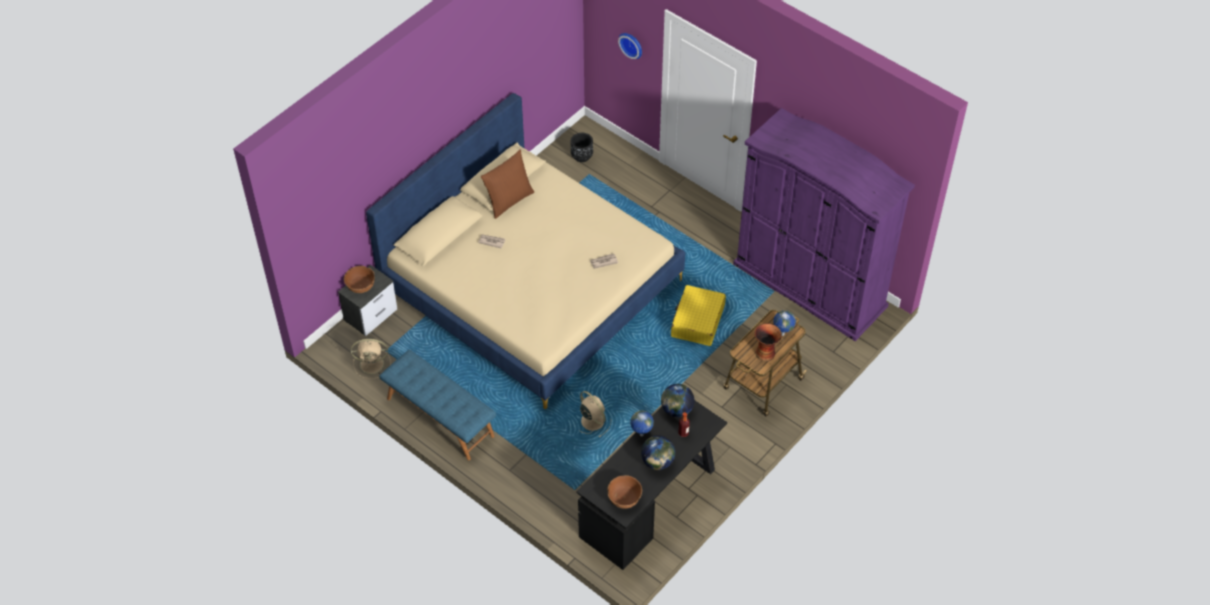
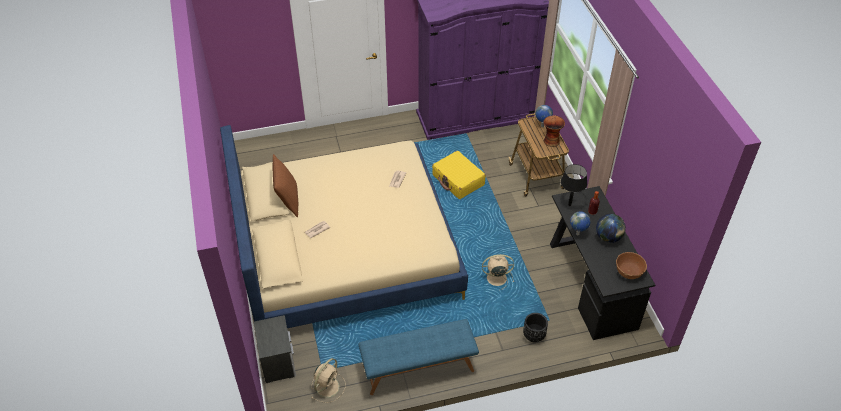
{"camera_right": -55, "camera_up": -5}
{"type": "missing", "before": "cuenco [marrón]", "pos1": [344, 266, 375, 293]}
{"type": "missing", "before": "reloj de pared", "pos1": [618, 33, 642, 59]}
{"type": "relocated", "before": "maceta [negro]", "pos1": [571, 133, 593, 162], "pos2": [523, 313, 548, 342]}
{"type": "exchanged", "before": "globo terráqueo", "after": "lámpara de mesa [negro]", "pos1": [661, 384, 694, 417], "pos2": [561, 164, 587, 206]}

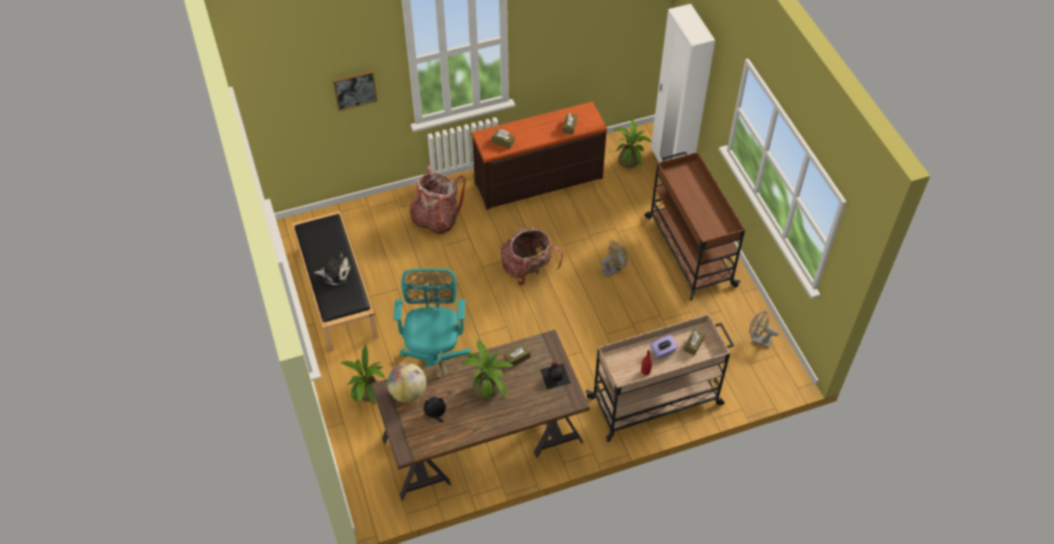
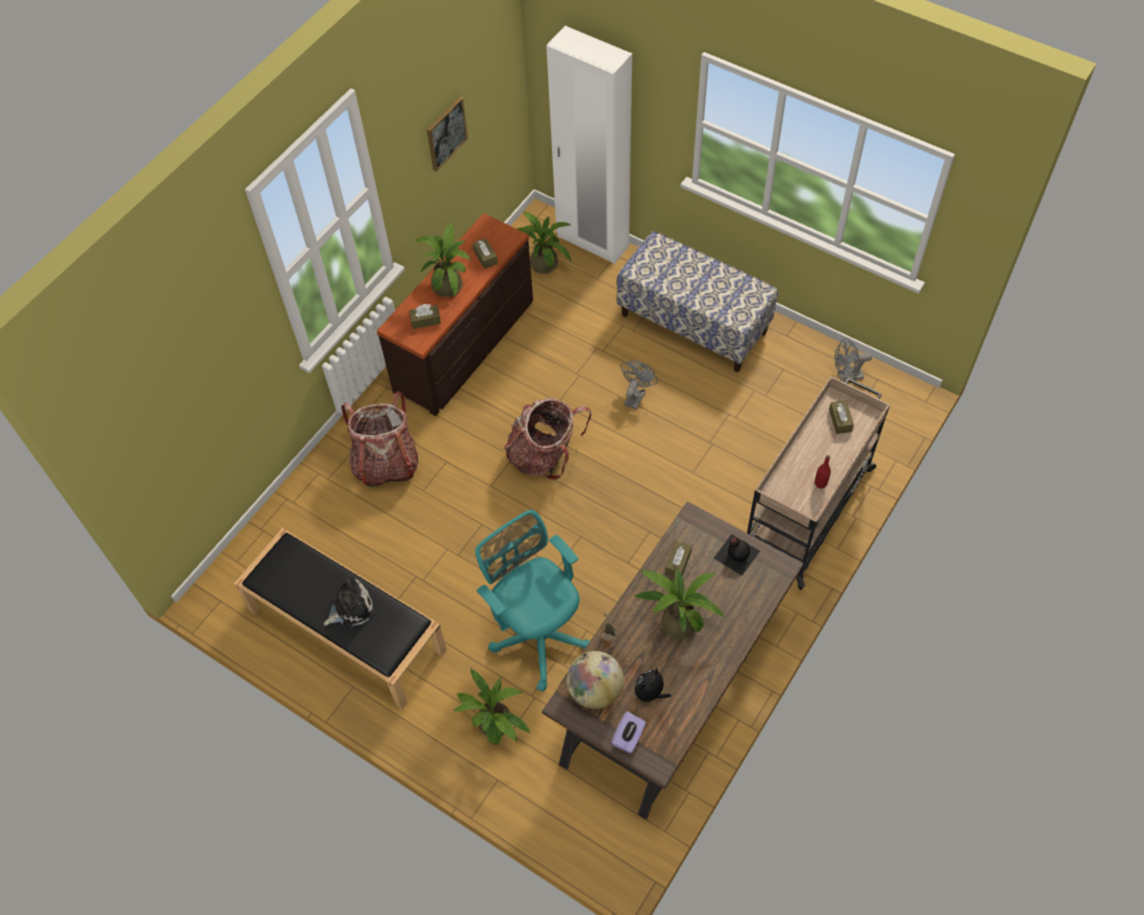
{"camera_right": -35, "camera_up": 5}
{"type": "appeared", "after": "planta en maceta", "pos2": [416, 223, 471, 297]}
{"type": "relocated", "before": "cuadro", "pos1": [333, 70, 378, 111], "pos2": [427, 96, 468, 172]}
{"type": "relocated", "before": "caja de pañuelos [morado]", "pos1": [650, 335, 678, 359], "pos2": [611, 711, 646, 753]}
{"type": "exchanged", "before": "carrito [marrón]", "after": "banco", "pos1": [645, 151, 745, 300], "pos2": [617, 231, 778, 372]}

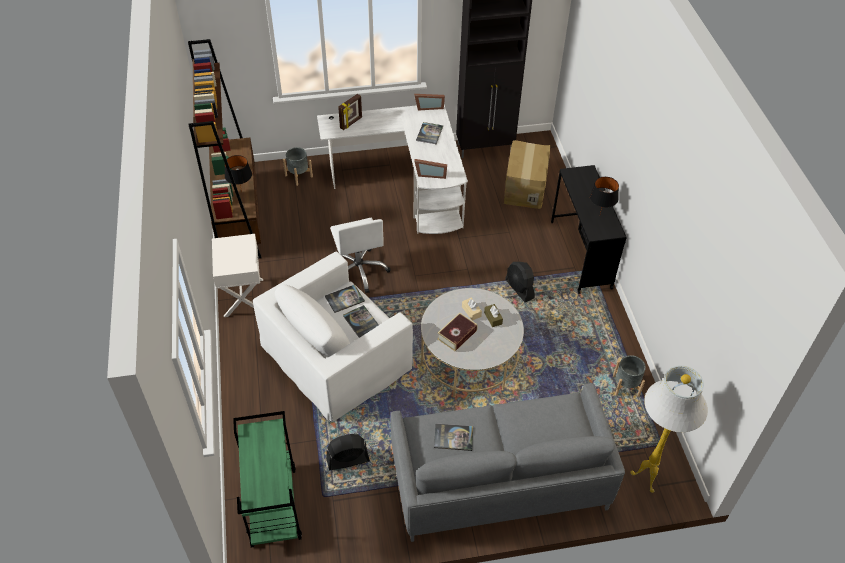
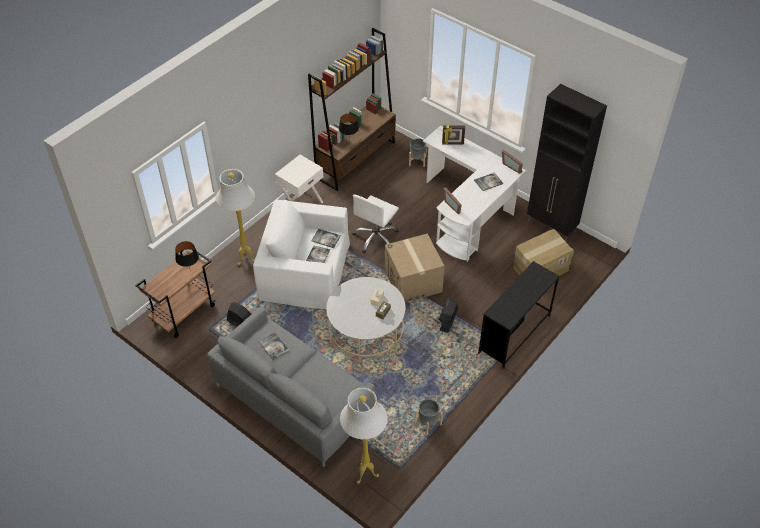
{"camera_right": 50, "camera_up": 0}
{"type": "missing", "before": "libro", "pos1": [438, 313, 478, 351]}
{"type": "appeared", "after": "lámpara de pie [blanco]", "pos2": [216, 169, 255, 265]}
{"type": "appeared", "after": "caja de cartón", "pos2": [385, 234, 445, 302]}
{"type": "relocated", "before": "lámpara de mesa [negro]", "pos1": [590, 177, 619, 214], "pos2": [175, 241, 199, 268]}
{"type": "colour", "before": "carrito [verde]", "after": "carrito [marrón]", "pos1": [233, 411, 302, 548], "pos2": [136, 250, 215, 338]}

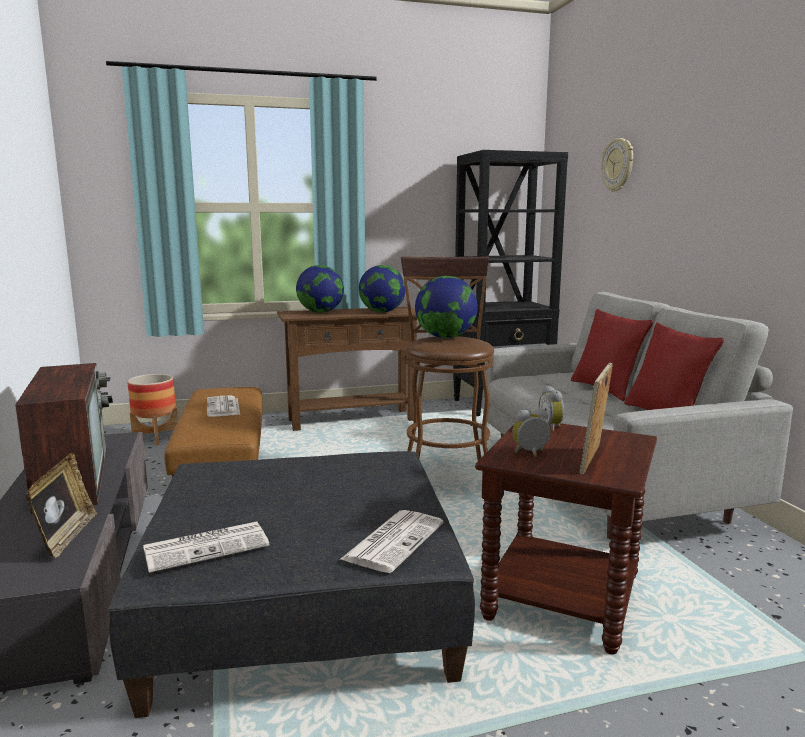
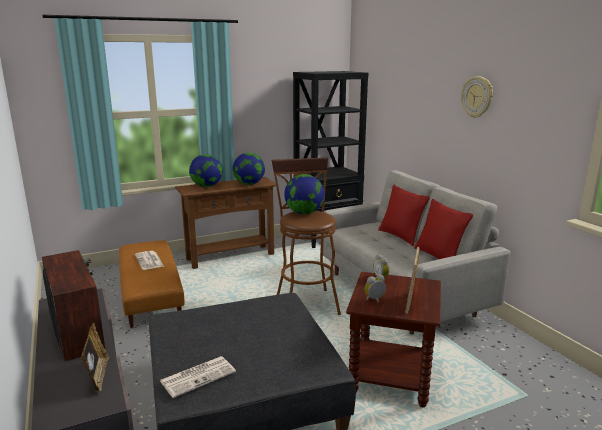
{"camera_right": -10, "camera_up": 5}
{"type": "missing", "before": "maceta", "pos1": [127, 374, 178, 445]}
{"type": "missing", "before": "periódico", "pos1": [339, 510, 443, 573]}
{"type": "relocated", "before": "reloj de pared", "pos1": [601, 138, 633, 192], "pos2": [461, 76, 493, 118]}

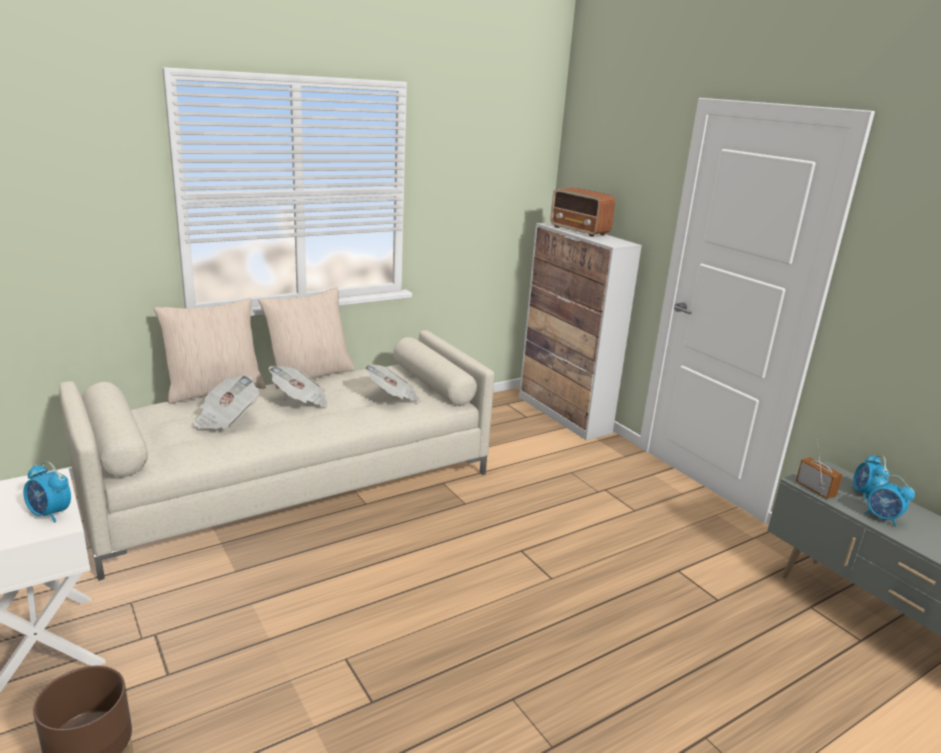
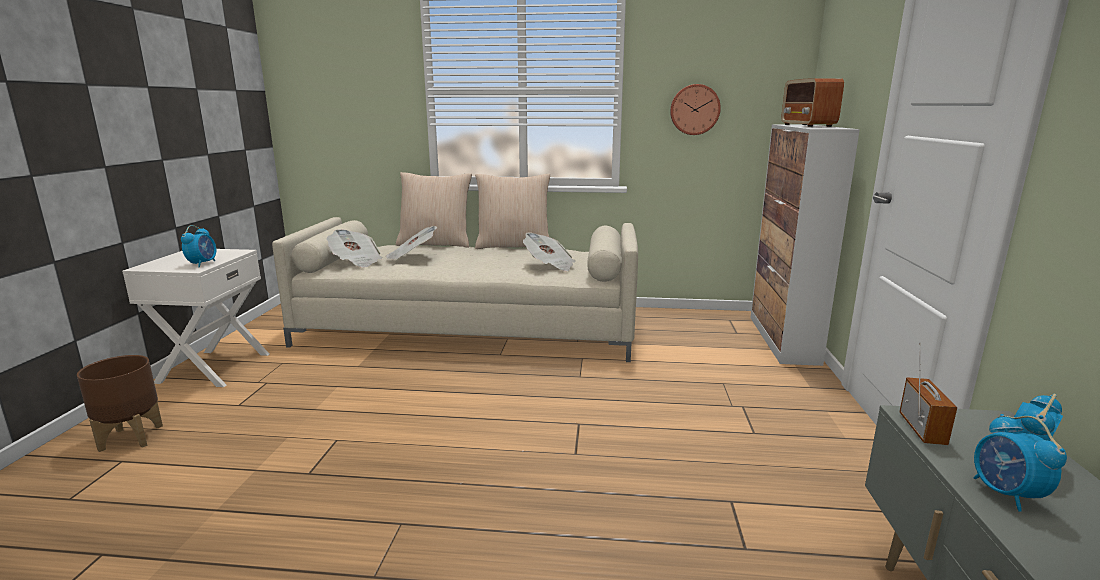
{"camera_right": 40, "camera_up": -5}
{"type": "appeared", "after": "reloj de pared", "pos2": [670, 84, 721, 135]}
{"type": "relocated", "before": "periódico", "pos1": [268, 366, 328, 407], "pos2": [326, 229, 383, 268]}
{"type": "spun", "before": "despertador", "pos1": [23, 462, 71, 522], "pos2": [181, 225, 216, 267], "turn": -150}

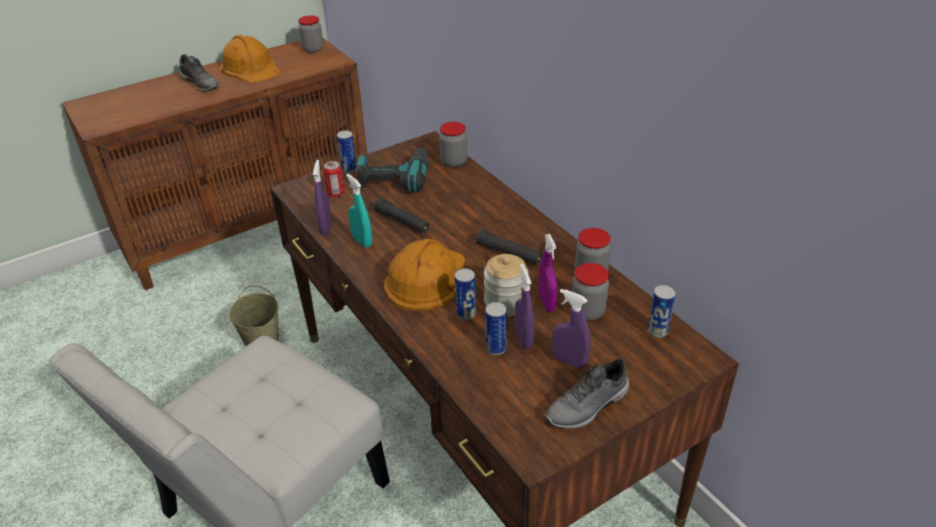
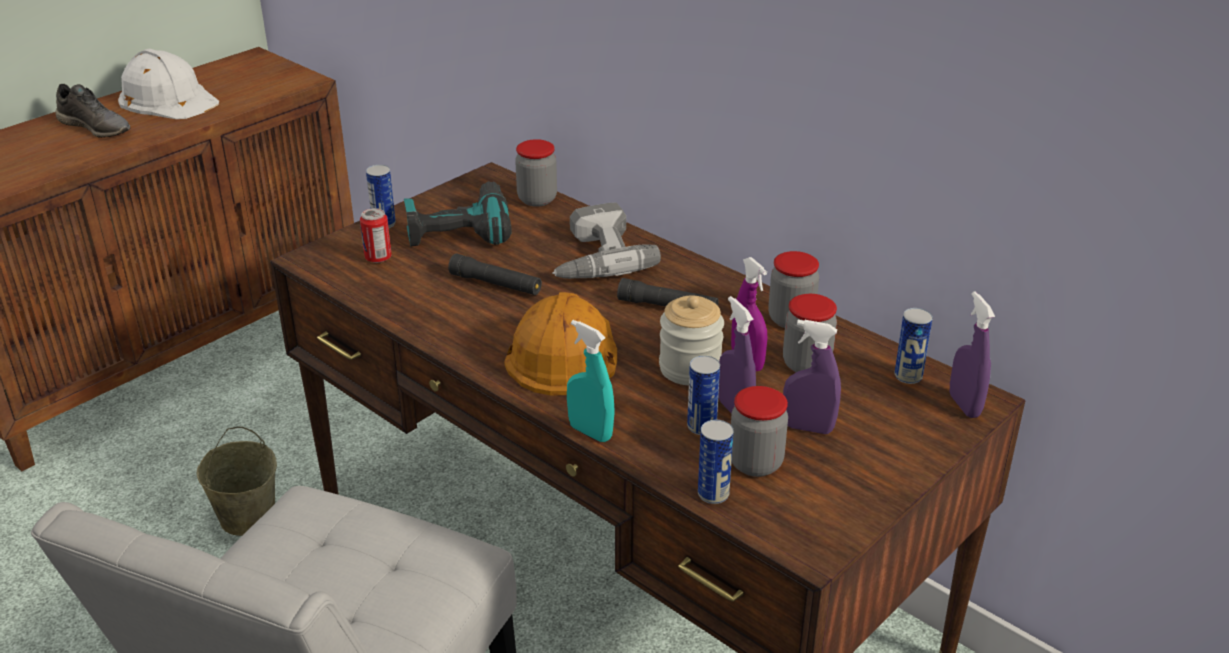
{"camera_right": -15, "camera_up": -5}
{"type": "missing", "before": "zapato [gris]", "pos1": [544, 359, 629, 429]}
{"type": "appeared", "after": "taladro", "pos2": [552, 203, 661, 279]}
{"type": "relocated", "before": "tarro", "pos1": [298, 15, 323, 53], "pos2": [731, 386, 788, 477]}
{"type": "relocated", "before": "pulverizador [morado]", "pos1": [313, 160, 332, 235], "pos2": [950, 291, 995, 418]}
{"type": "relocated", "before": "pulverizador [turquesa]", "pos1": [346, 174, 372, 248], "pos2": [567, 320, 615, 442]}
{"type": "relocated", "before": "lata", "pos1": [455, 268, 476, 320], "pos2": [698, 420, 734, 504]}
{"type": "colour", "before": "casco [naranja]", "after": "casco [blanco]", "pos1": [220, 35, 280, 83], "pos2": [118, 49, 219, 119]}

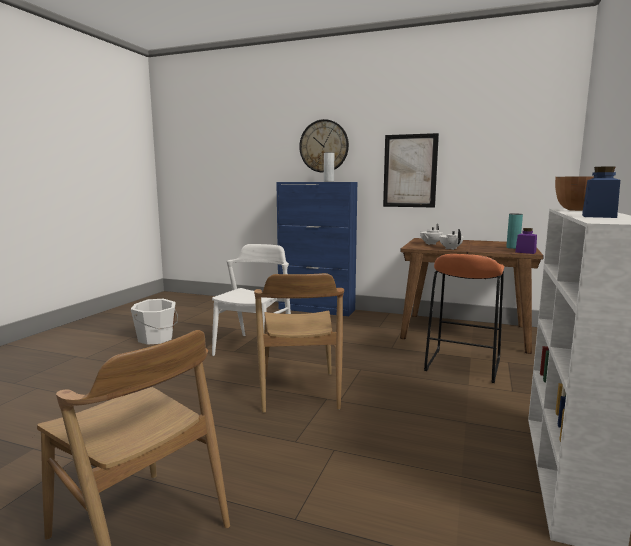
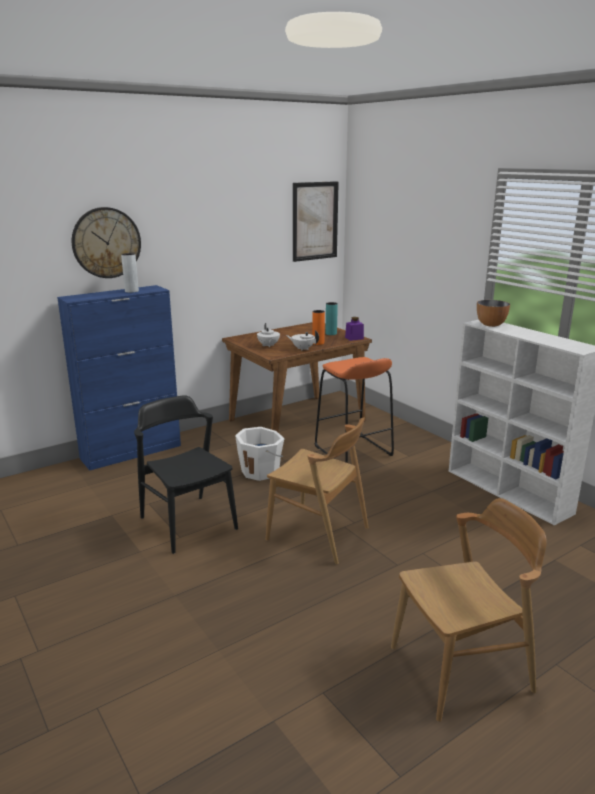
{"camera_right": -55, "camera_up": 10}
{"type": "missing", "before": "tarro [azul]", "pos1": [582, 166, 620, 218]}
{"type": "appeared", "after": "florero [naranja]", "pos2": [312, 310, 325, 345]}
{"type": "relocated", "before": "cubo [blanco]", "pos1": [131, 299, 178, 345], "pos2": [235, 427, 285, 481]}
{"type": "relocated", "before": "cuadro", "pos1": [383, 133, 439, 208], "pos2": [293, 181, 339, 262]}
{"type": "colour", "before": "silla [blanco]", "after": "silla [negro]", "pos1": [212, 244, 291, 356], "pos2": [134, 395, 238, 554]}

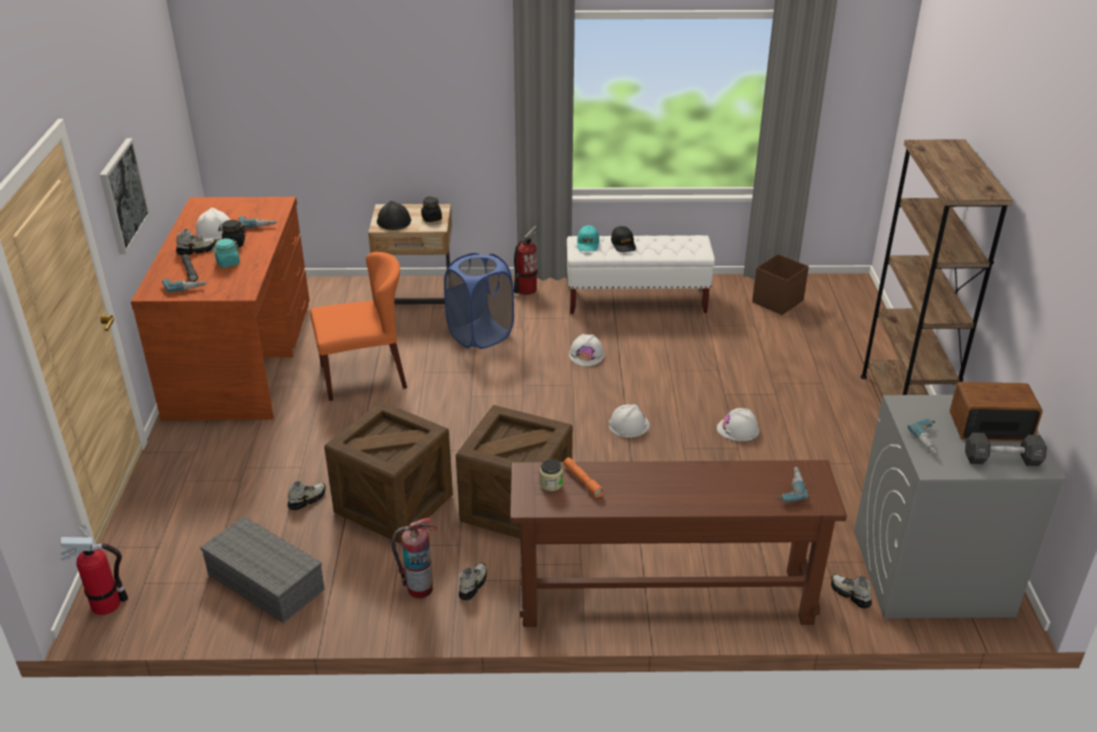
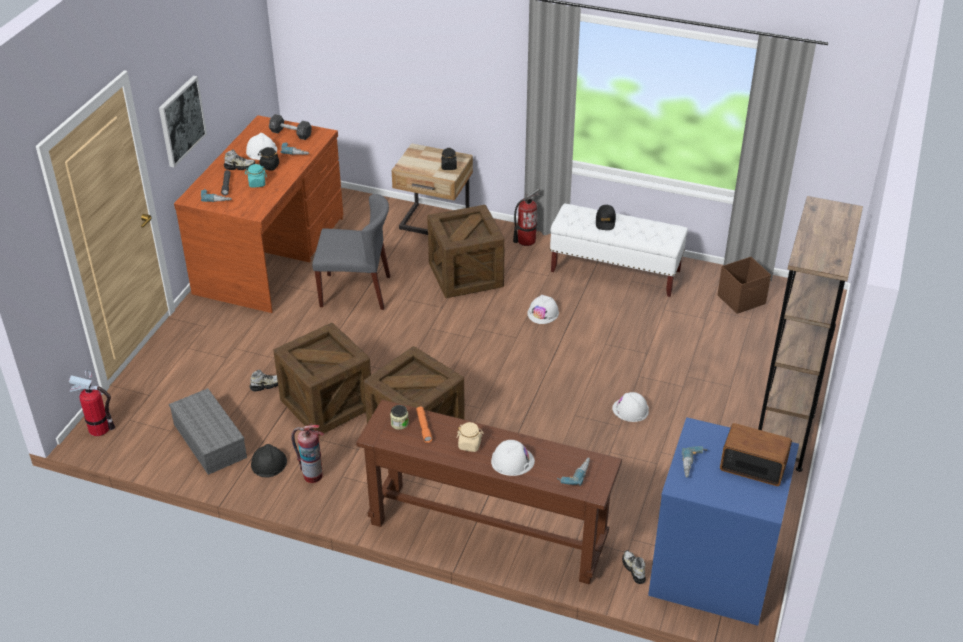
{"camera_right": 20, "camera_up": 5}
{"type": "missing", "before": "zapato", "pos1": [459, 563, 487, 600]}
{"type": "missing", "before": "gorra [turquesa]", "pos1": [577, 225, 599, 251]}
{"type": "appeared", "after": "tarro [beis]", "pos2": [457, 422, 484, 452]}
{"type": "relocated", "before": "casco [negro]", "pos1": [377, 201, 411, 230], "pos2": [251, 444, 287, 477]}
{"type": "relocated", "before": "casco [blanco]", "pos1": [609, 405, 650, 437], "pos2": [491, 440, 535, 476]}
{"type": "relocated", "before": "mancuerna [negro]", "pos1": [965, 433, 1047, 466], "pos2": [269, 114, 312, 140]}
{"type": "exchanged", "before": "cesto de la ropa [azul]", "after": "caja de embalaje", "pos1": [444, 253, 514, 349], "pos2": [427, 205, 505, 298]}
{"type": "colour", "before": "silla [naranja]", "after": "silla [gris]", "pos1": [310, 252, 407, 401], "pos2": [312, 194, 390, 310]}
{"type": "colour", "before": "lavadora [gris]", "after": "lavadora [azul]", "pos1": [854, 395, 1066, 618], "pos2": [648, 417, 799, 626]}

